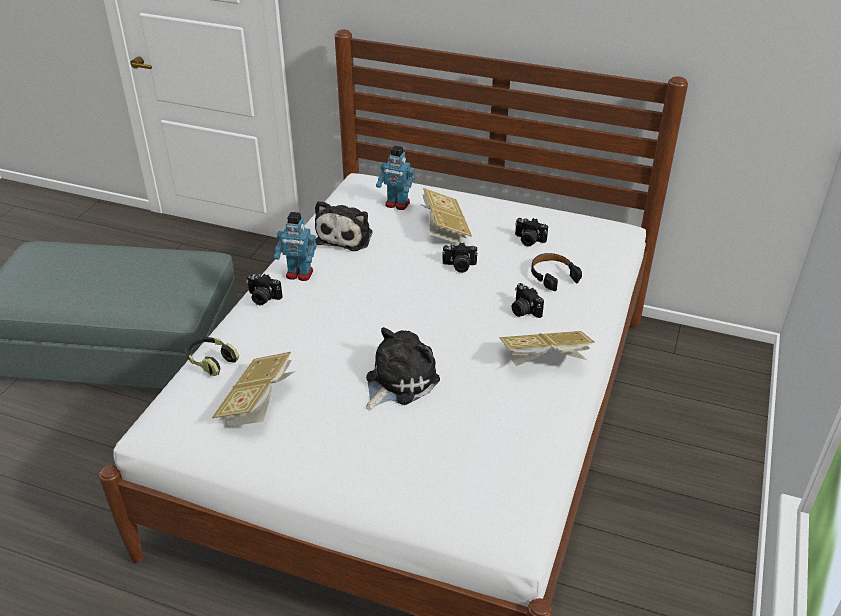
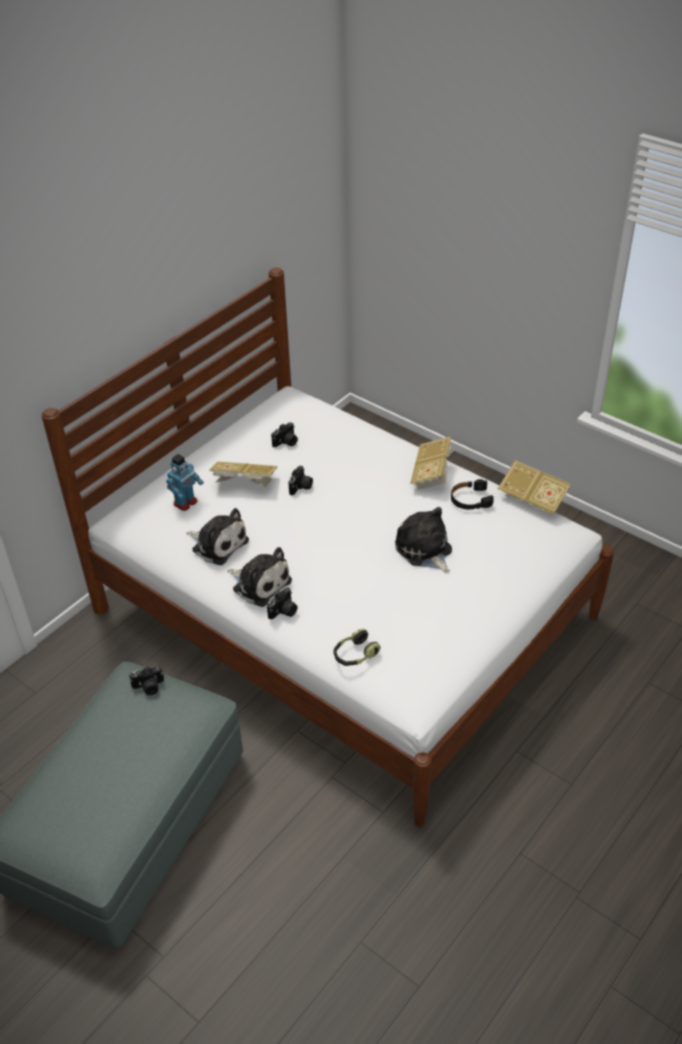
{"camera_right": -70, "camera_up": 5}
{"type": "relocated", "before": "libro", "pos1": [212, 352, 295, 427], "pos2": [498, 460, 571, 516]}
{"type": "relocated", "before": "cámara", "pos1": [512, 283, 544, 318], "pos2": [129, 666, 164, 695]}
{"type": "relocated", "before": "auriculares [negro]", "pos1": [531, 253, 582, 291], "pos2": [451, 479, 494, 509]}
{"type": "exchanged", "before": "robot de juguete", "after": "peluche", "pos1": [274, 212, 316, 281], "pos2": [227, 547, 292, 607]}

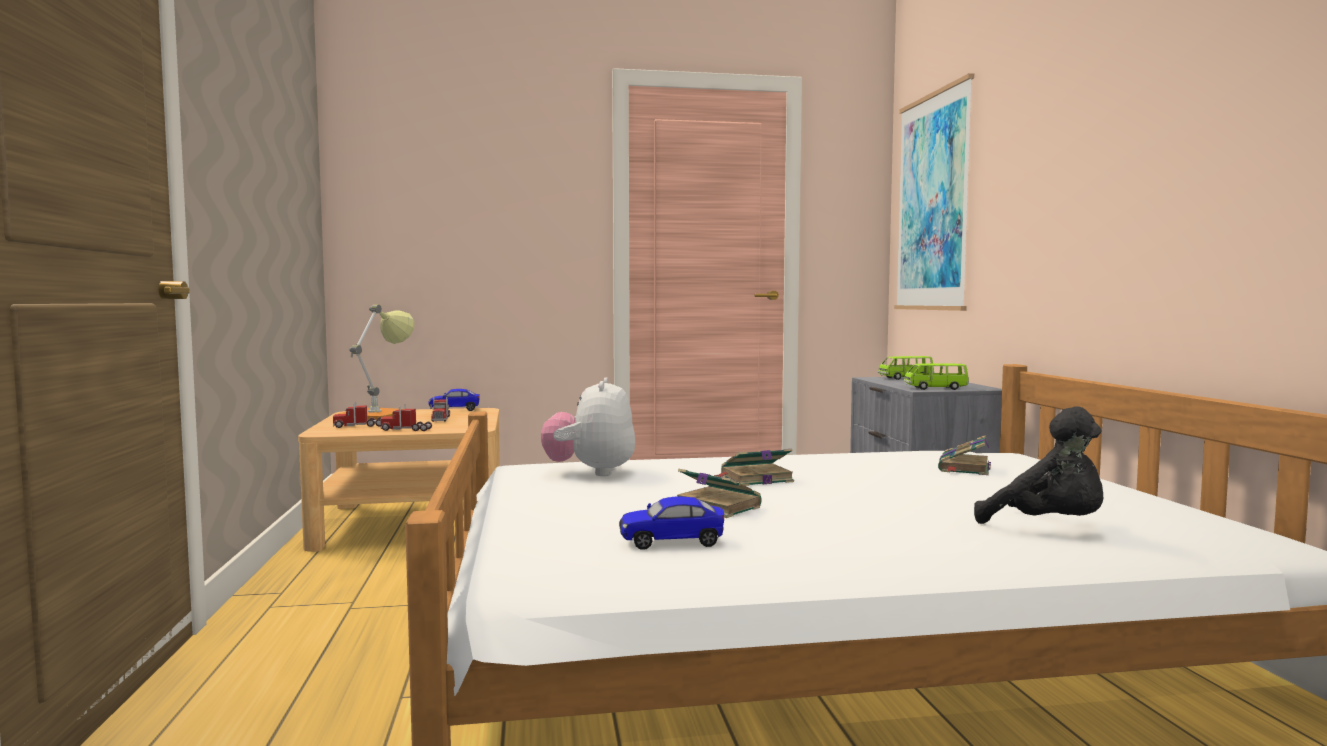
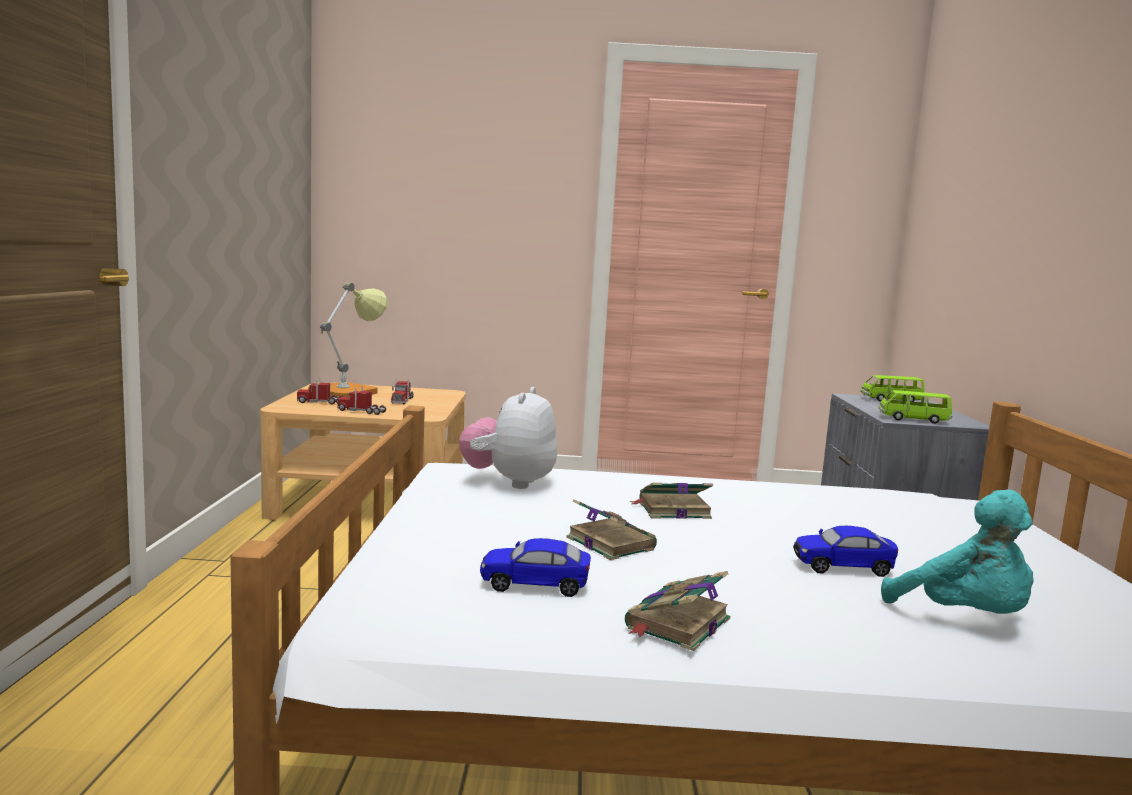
{"camera_right": 10, "camera_up": 5}
{"type": "missing", "before": "cuadro", "pos1": [894, 73, 974, 311]}
{"type": "relocated", "before": "coche de juguete", "pos1": [428, 389, 480, 411], "pos2": [793, 526, 898, 577]}
{"type": "relocated", "before": "libro", "pos1": [938, 435, 991, 475], "pos2": [625, 571, 730, 651]}
{"type": "colour", "before": "peluche [negro]", "after": "peluche [turquesa]", "pos1": [974, 406, 1104, 524], "pos2": [881, 489, 1033, 614]}

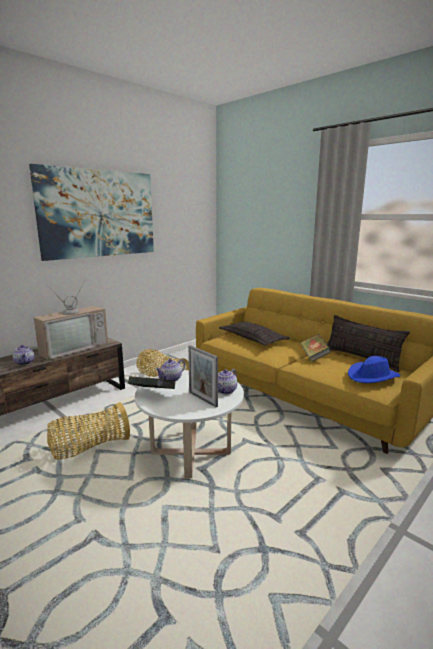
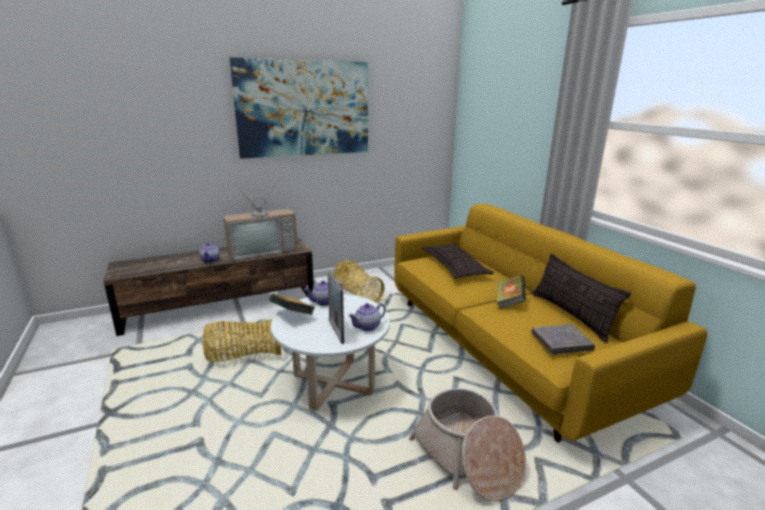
{"camera_right": 20, "camera_up": 5}
{"type": "appeared", "after": "cesta", "pos2": [409, 388, 526, 501]}
{"type": "exchanged", "before": "sombrero [azul]", "after": "libro [gris]", "pos1": [348, 356, 400, 383], "pos2": [531, 324, 595, 354]}

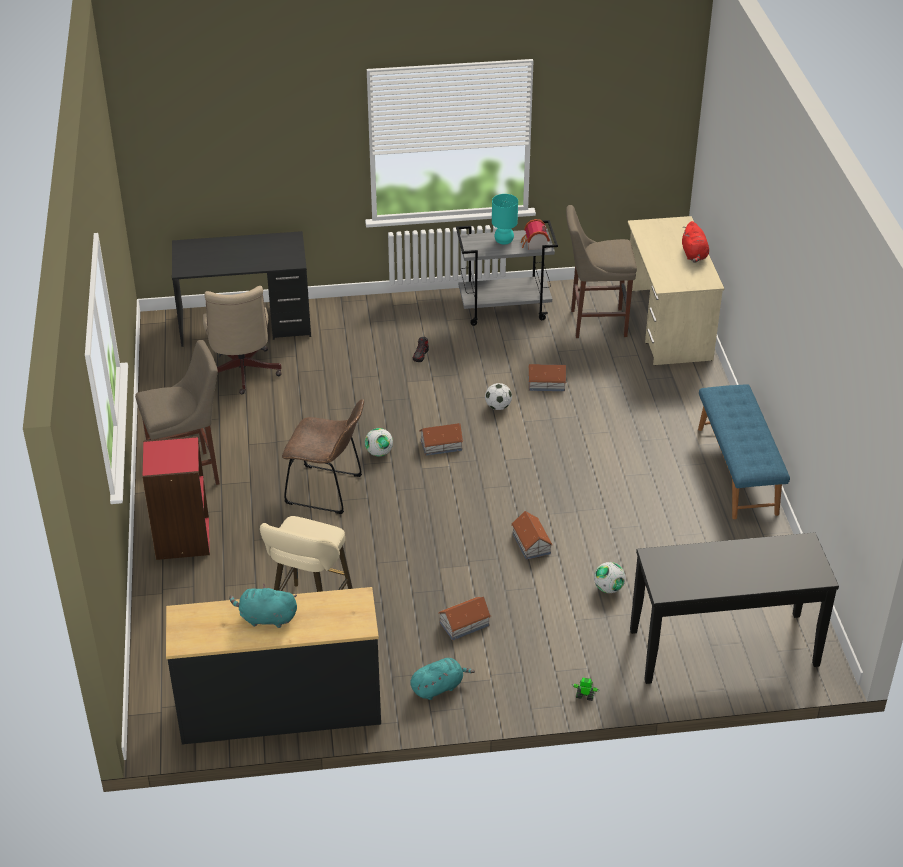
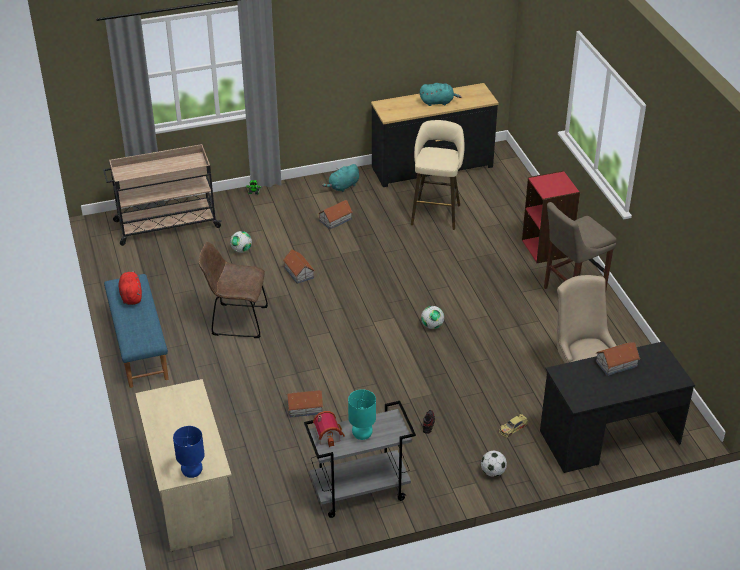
{"camera_right": 170, "camera_up": 0}
{"type": "missing", "before": "taburete [beis]", "pos1": [566, 205, 637, 338]}
{"type": "appeared", "after": "lámpara de mesa [azul]", "pos2": [173, 426, 205, 478]}
{"type": "appeared", "after": "coche de juguete", "pos2": [499, 414, 528, 437]}
{"type": "relocated", "before": "silla [marrón]", "pos1": [282, 399, 364, 514], "pos2": [199, 242, 268, 338]}
{"type": "relocated", "before": "casita", "pos1": [420, 423, 463, 456], "pos2": [596, 342, 641, 376]}
{"type": "relocated", "before": "balón de fútbol", "pos1": [485, 383, 512, 410], "pos2": [481, 451, 507, 477]}
{"type": "relocated", "before": "peluche [rojo]", "pos1": [682, 221, 709, 263], "pos2": [118, 271, 142, 305]}
{"type": "exchanged", "before": "mesa consola [negro]", "after": "carrito [beis]", "pos1": [630, 532, 839, 684], "pos2": [103, 144, 222, 246]}

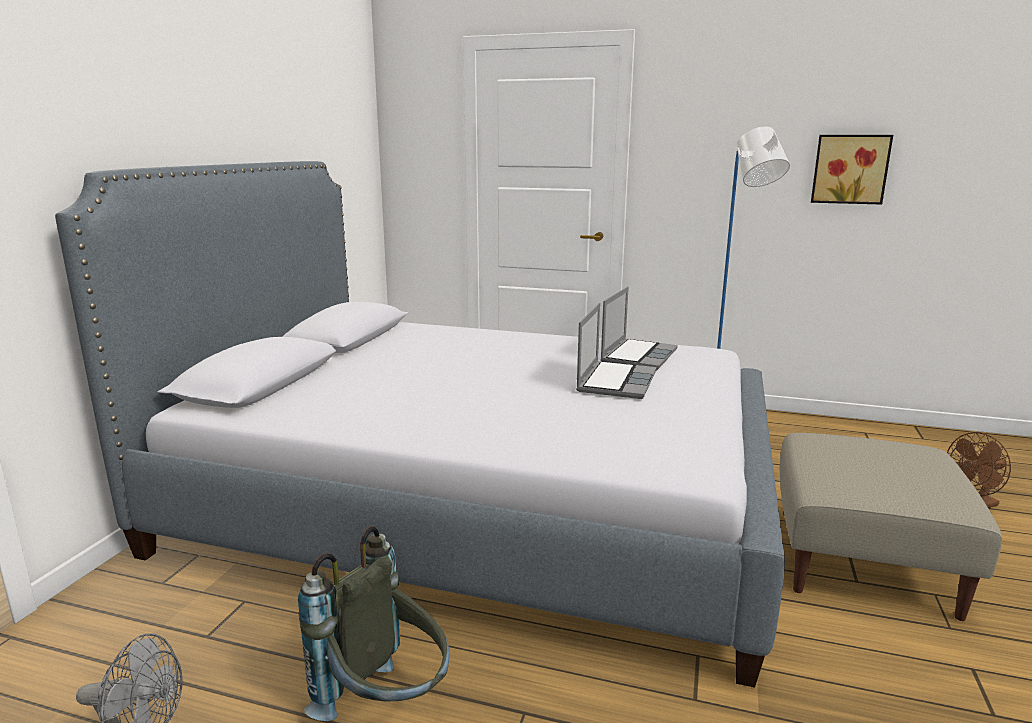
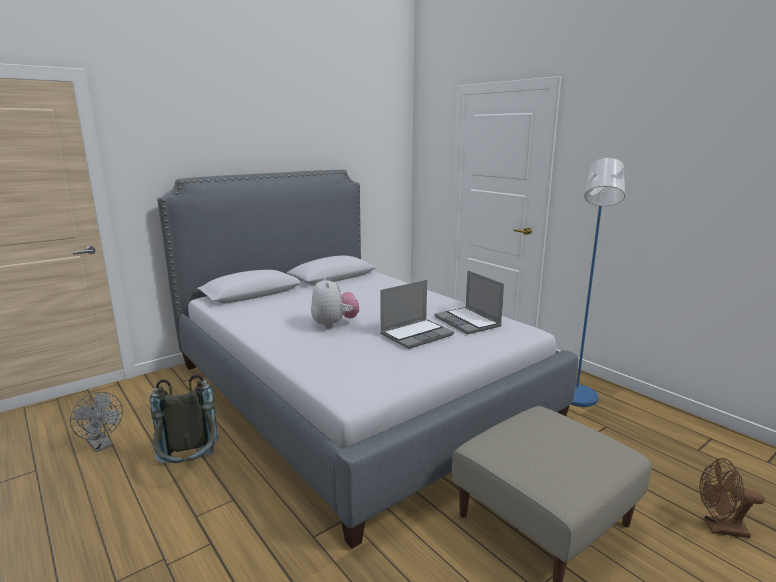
{"camera_right": 35, "camera_up": 0}
{"type": "missing", "before": "cuadro", "pos1": [811, 135, 893, 205]}
{"type": "appeared", "after": "peluche", "pos2": [311, 276, 359, 329]}
{"type": "spun", "before": "portátil", "pos1": [600, 287, 678, 370], "pos2": [434, 270, 504, 334], "turn": 90}

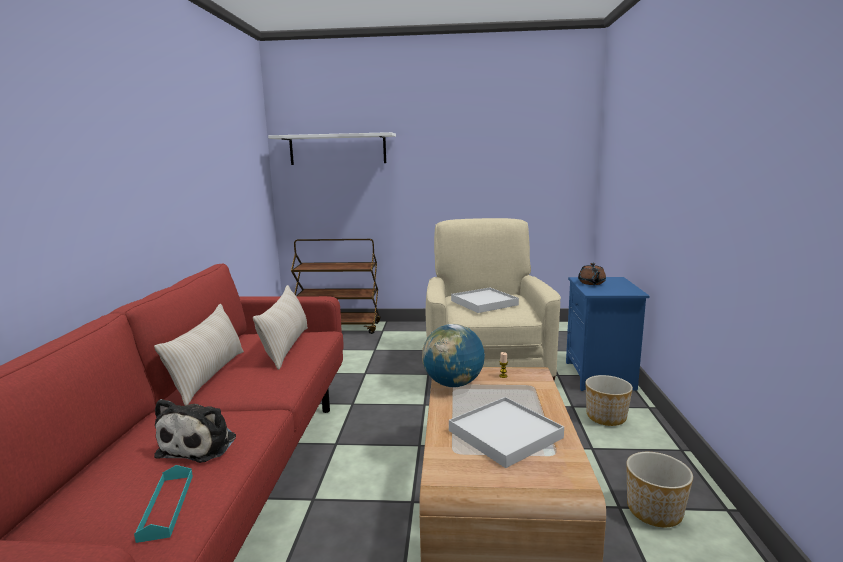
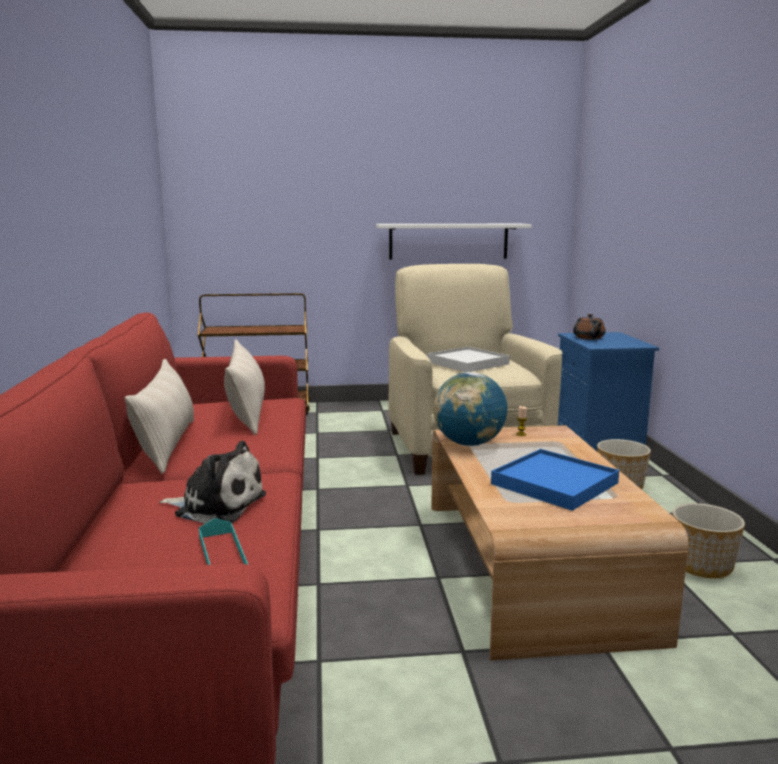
{"camera_right": -10, "camera_up": 0}
{"type": "relocated", "before": "estante [blanco]", "pos1": [268, 132, 396, 165], "pos2": [376, 224, 532, 260]}
{"type": "colour", "before": "bandeja [blanco]", "after": "bandeja [azul]", "pos1": [449, 397, 564, 468], "pos2": [491, 449, 619, 511]}
{"type": "spun", "before": "peluche", "pos1": [154, 399, 236, 463], "pos2": [159, 441, 266, 524], "turn": -75}

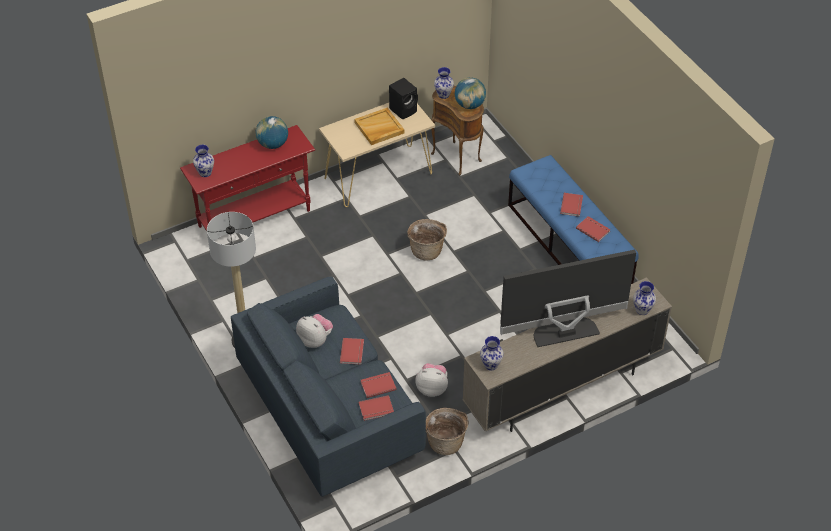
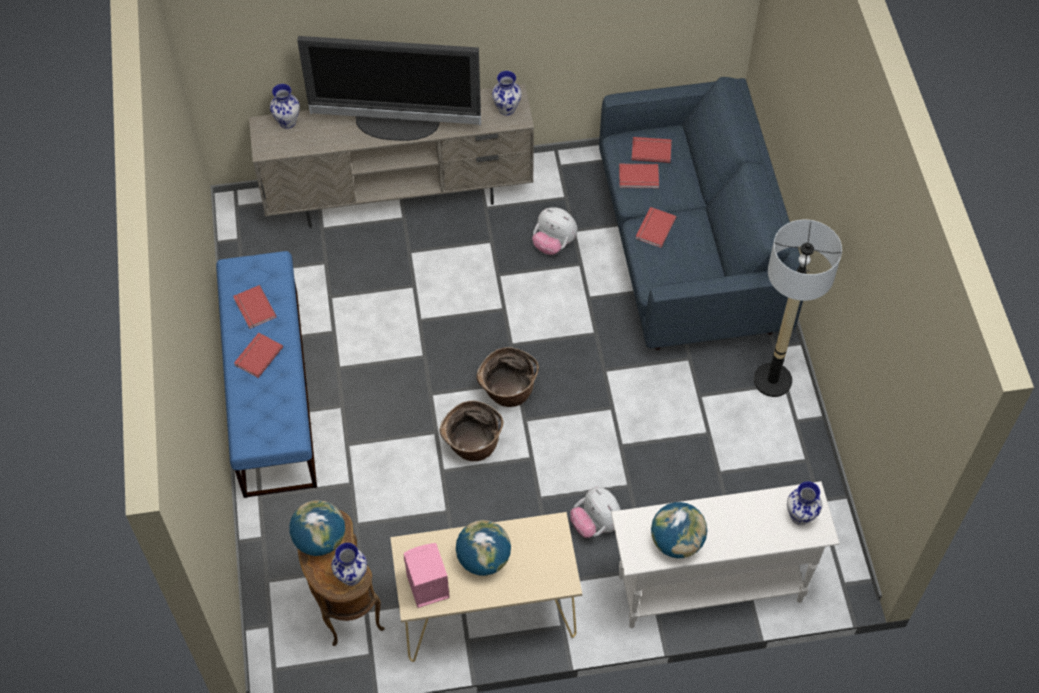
{"camera_right": -160, "camera_up": 10}
{"type": "relocated", "before": "peluche", "pos1": [296, 314, 333, 348], "pos2": [570, 487, 621, 538]}
{"type": "relocated", "before": "cesta", "pos1": [426, 408, 468, 455], "pos2": [477, 347, 539, 407]}
{"type": "exchanged", "before": "bandeja [beis]", "after": "globo terráqueo", "pos1": [354, 108, 404, 145], "pos2": [456, 520, 511, 576]}
{"type": "colour", "before": "mesa consola [rojo]", "after": "mesa consola [blanco]", "pos1": [180, 125, 315, 231], "pos2": [611, 481, 840, 628]}
{"type": "colour", "before": "altavoz [negro]", "after": "altavoz [rosa]", "pos1": [389, 78, 418, 119], "pos2": [404, 543, 450, 608]}

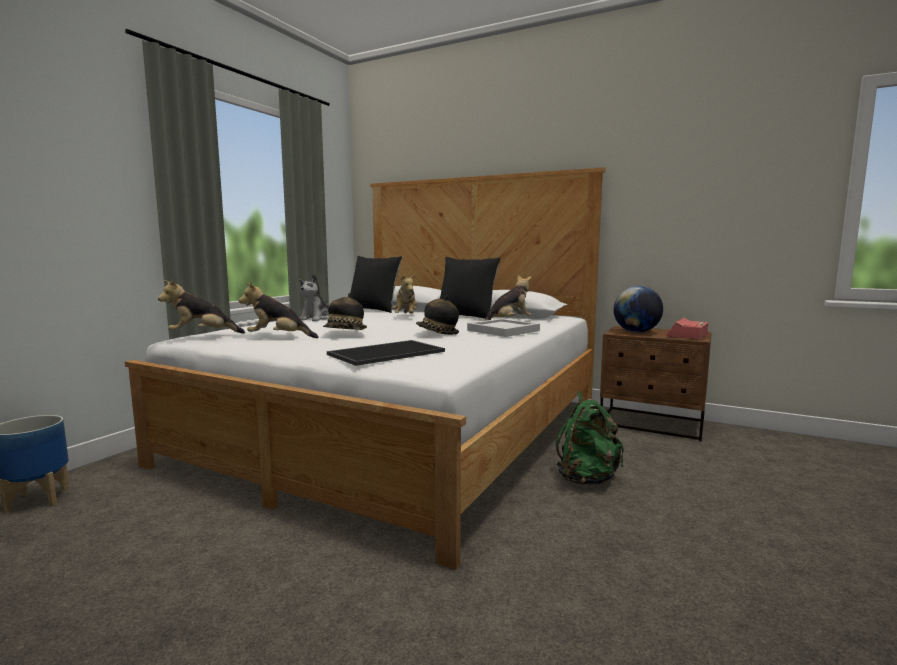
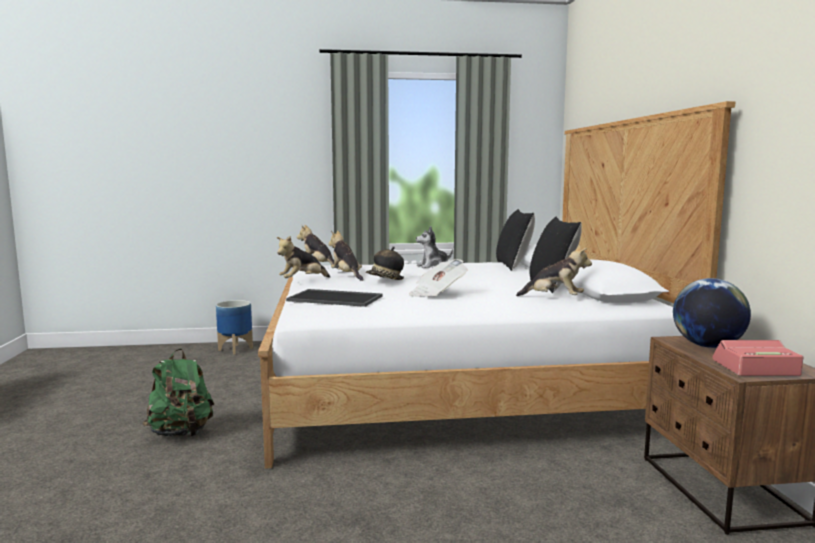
{"camera_right": 55, "camera_up": 0}
{"type": "missing", "before": "bandeja [blanco]", "pos1": [467, 318, 540, 337]}
{"type": "relocated", "before": "peluche", "pos1": [392, 275, 417, 314], "pos2": [277, 236, 330, 278]}
{"type": "relocated", "before": "mochila [verde]", "pos1": [556, 392, 624, 485], "pos2": [142, 349, 214, 437]}
{"type": "exchanged", "before": "sombrero", "after": "periódico", "pos1": [416, 296, 459, 335], "pos2": [409, 259, 467, 297]}

